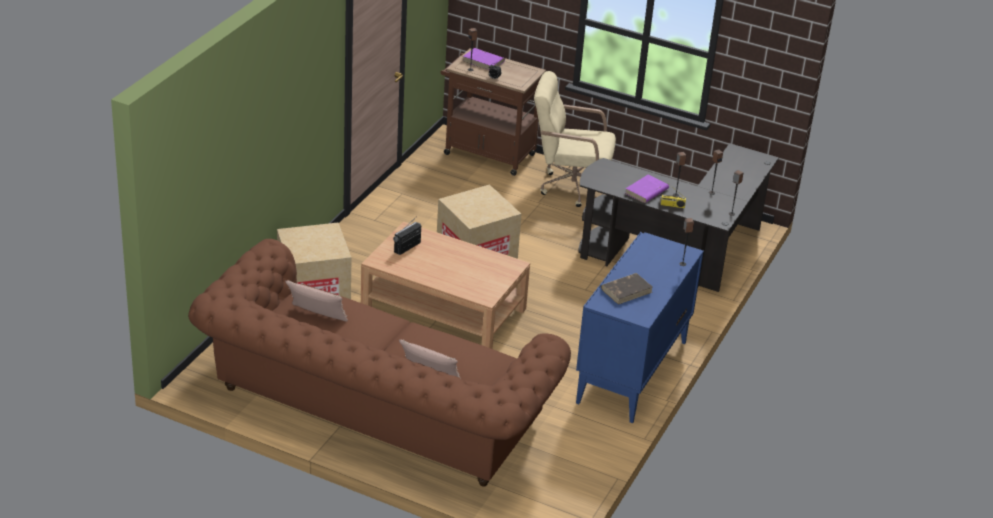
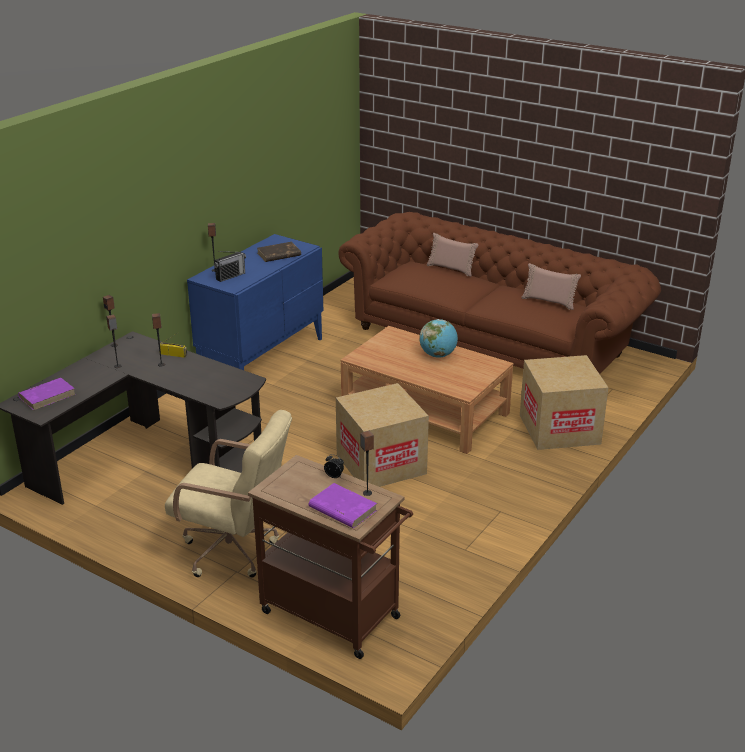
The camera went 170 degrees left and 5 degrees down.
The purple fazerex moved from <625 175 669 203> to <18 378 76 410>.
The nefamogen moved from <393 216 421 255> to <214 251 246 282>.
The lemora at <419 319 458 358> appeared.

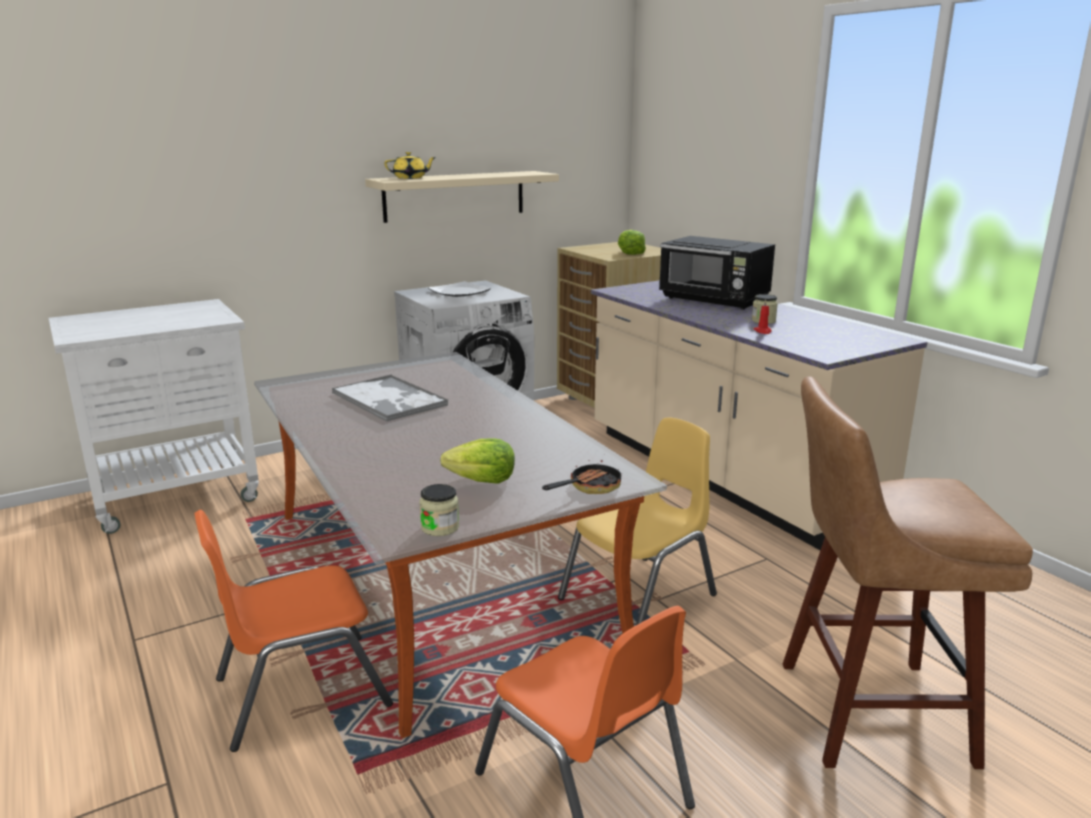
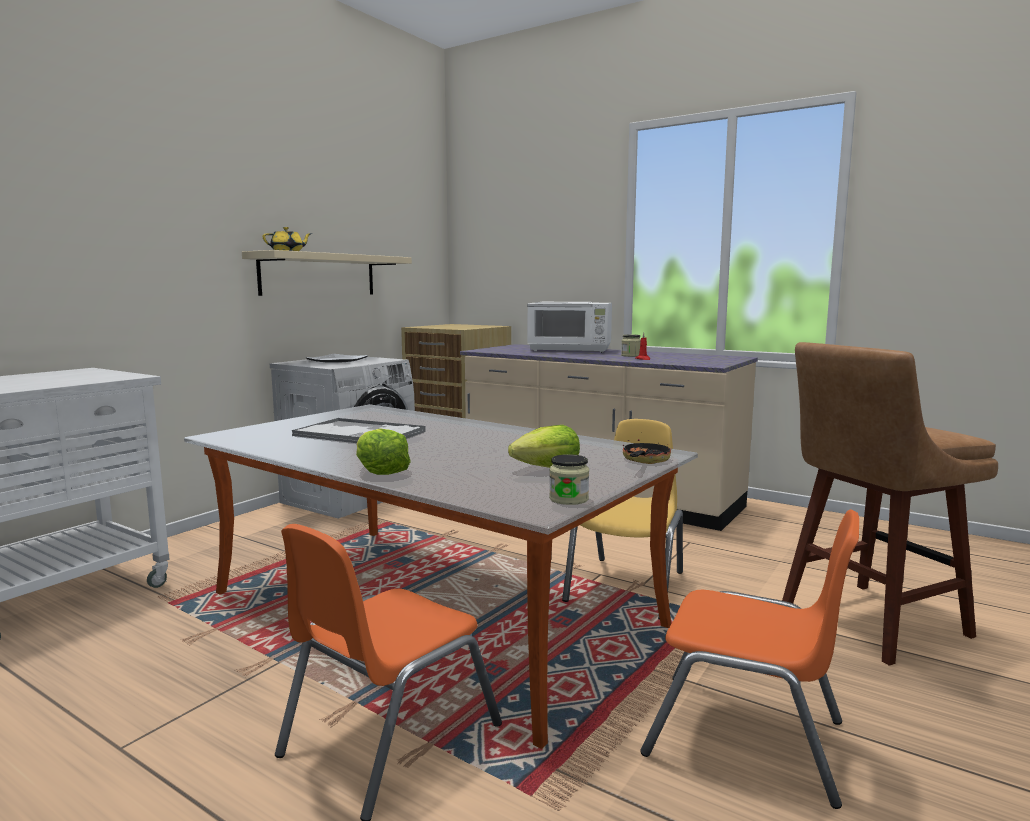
The camera went 25 degrees left and 10 degrees down.
The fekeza moved from <618 230 646 255> to <356 429 411 475>.
The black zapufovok at <659 236 775 310> became the white zapufovok at <527 302 612 353>.

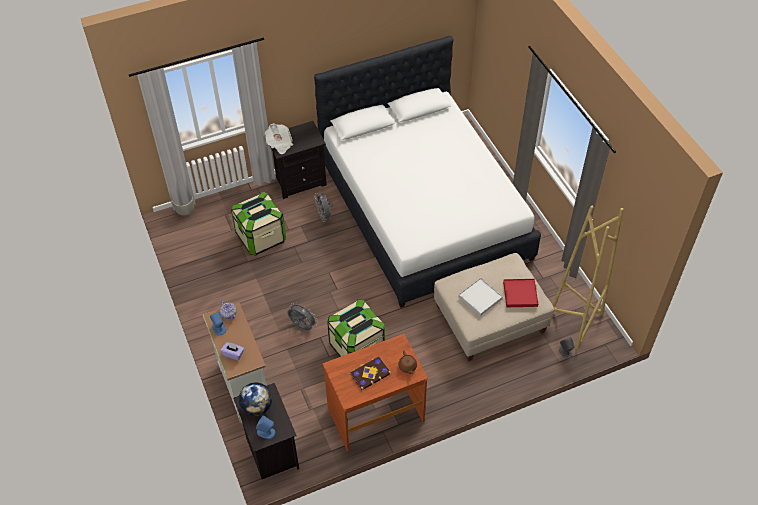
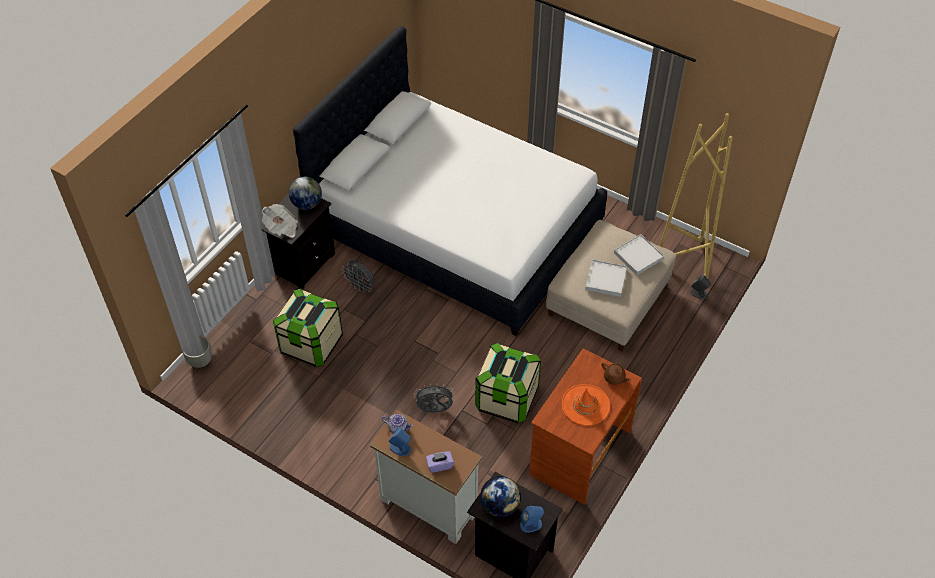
The camera went 35 degrees left and 0 degrees up.
The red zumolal at <503 279 538 307> became the white zumolal at <614 234 664 275>.
The fazerex at <350 357 391 391> was replaced by the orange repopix at <562 384 610 425>.
The lemora at <289 177 322 210> appeared.

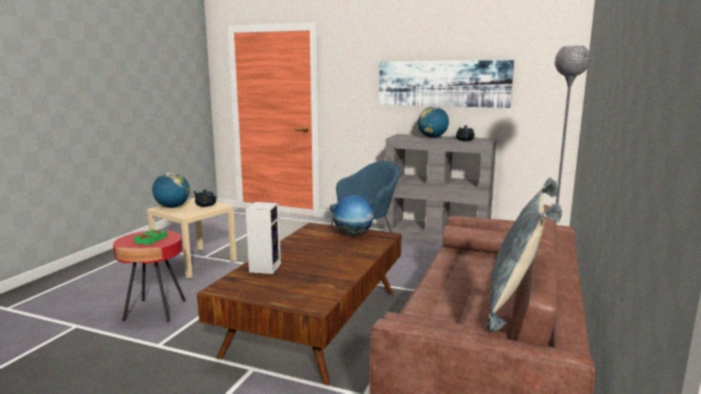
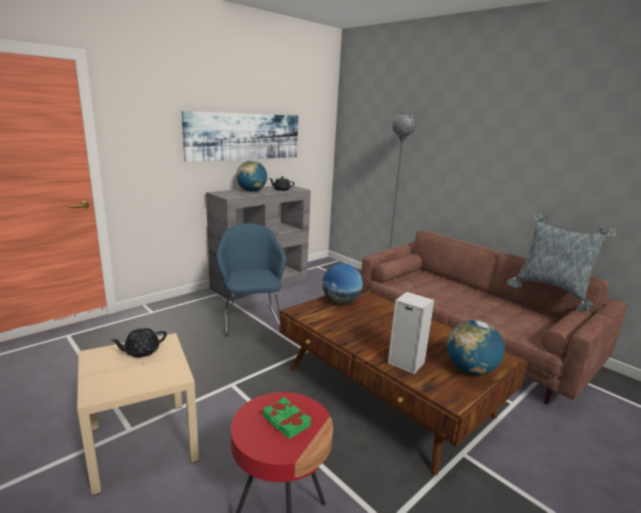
The camera went 65 degrees left and 5 degrees up.
The lemora moved from <152 172 190 208> to <447 320 505 375>.

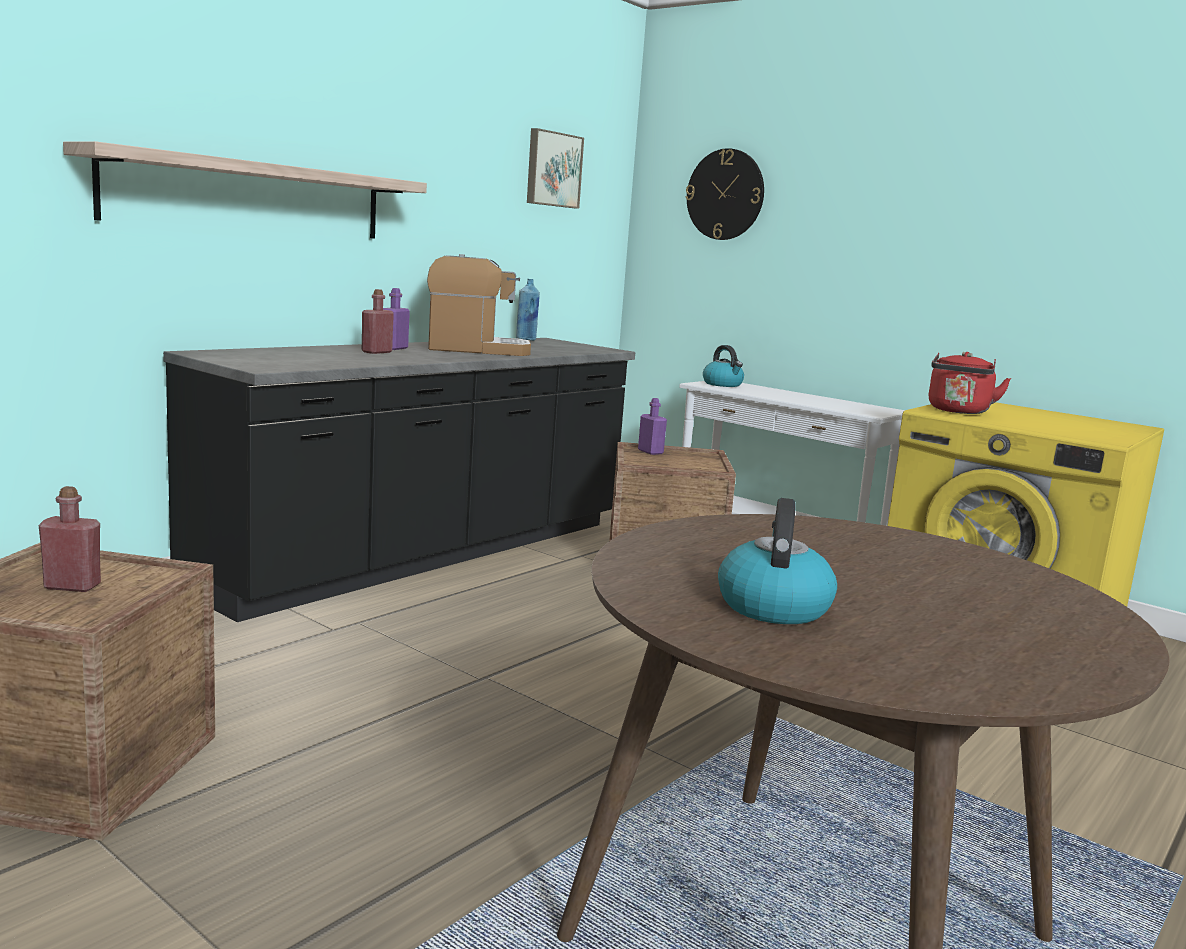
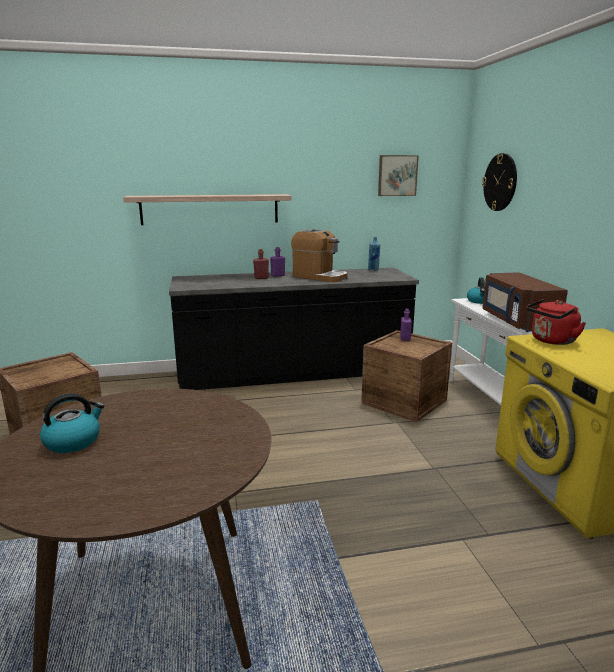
The camera went 40 degrees right and 5 degrees up.
The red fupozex at <39 486 101 592> disappeared.
The brown zapufovok at <483 272 568 332> appeared.

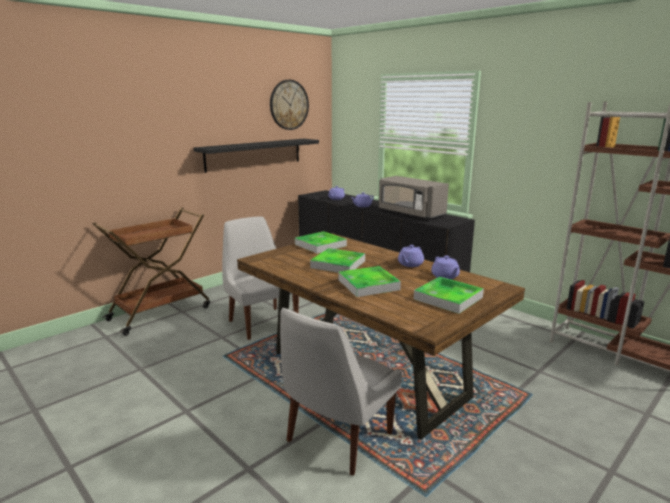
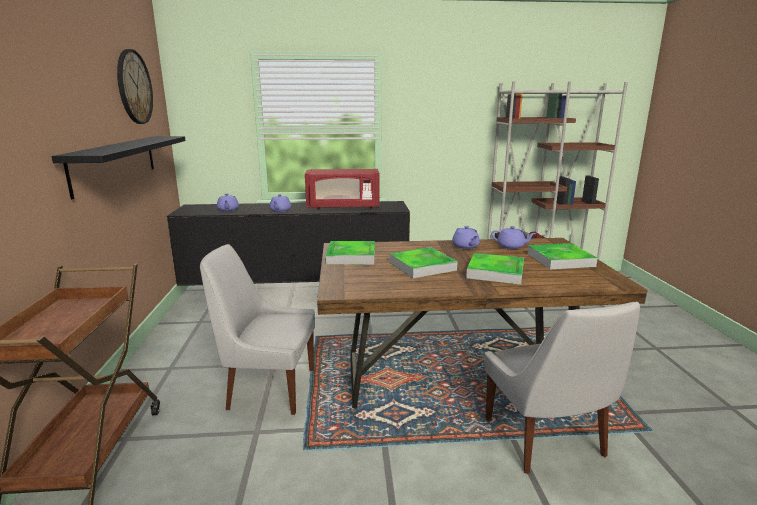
The camera went 50 degrees left and 0 degrees up.
The grey zapufovok at <379 176 449 219> became the red zapufovok at <305 169 380 209>.

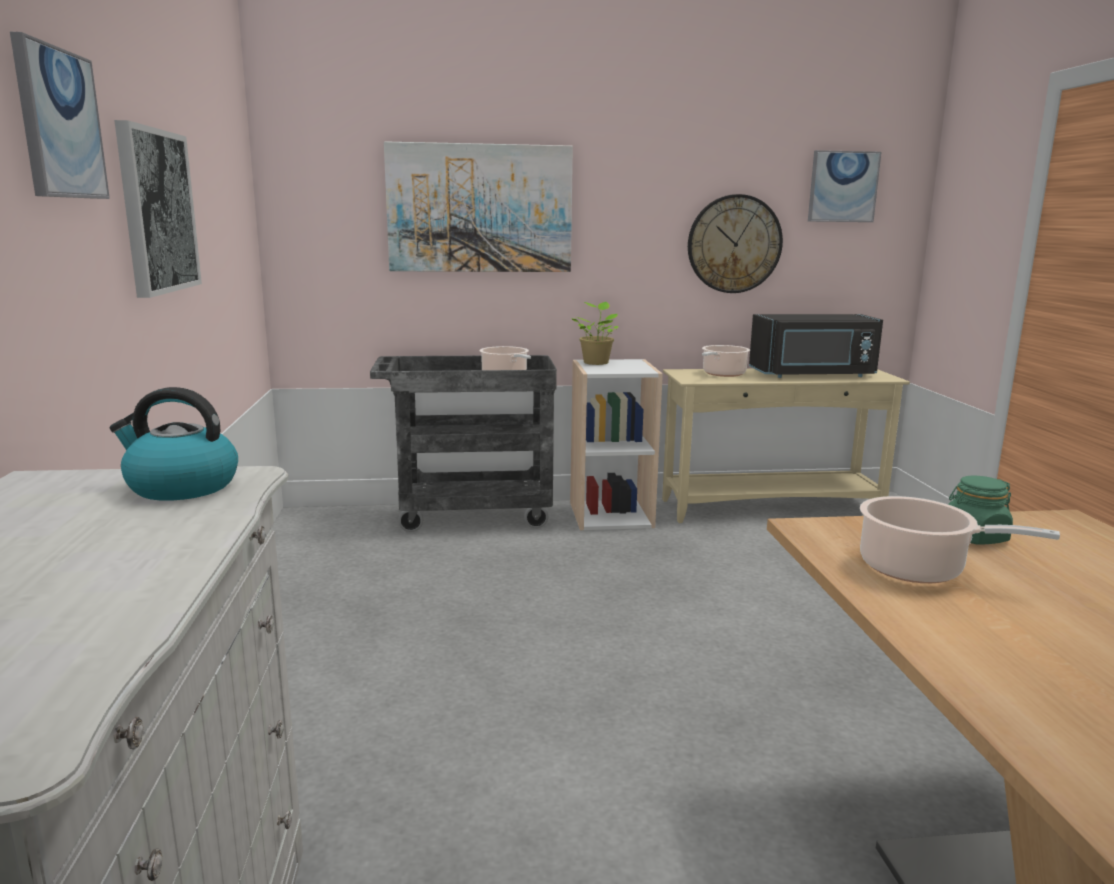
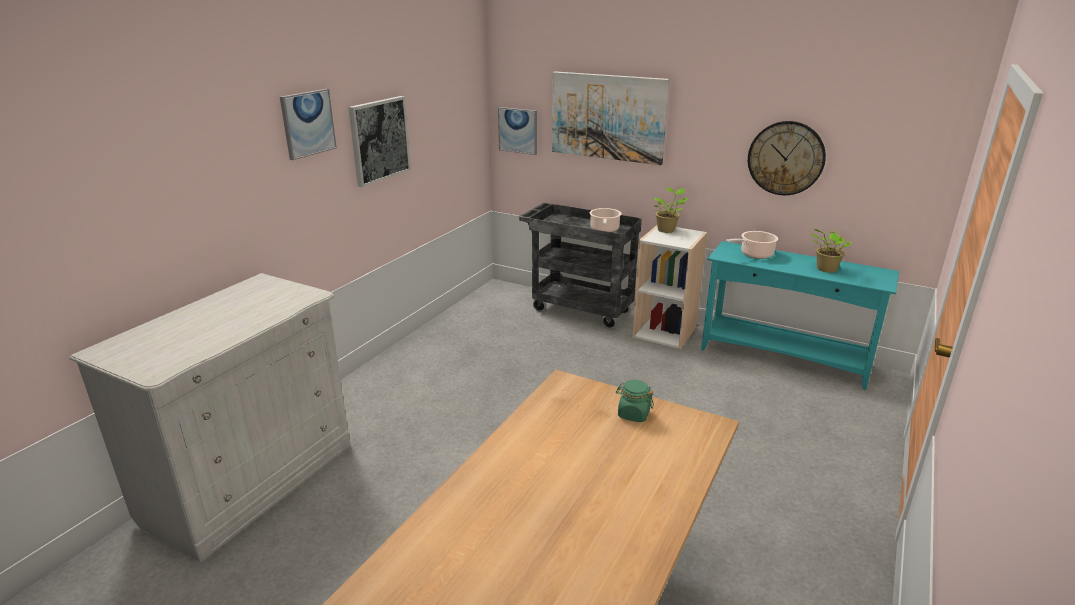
The camera went 35 degrees right and 10 degrees up.
The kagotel moved from <808 150 881 222> to <498 107 537 155>.
The black zapufovok at <749 314 883 378> was replaced by the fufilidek at <810 229 853 273>.
The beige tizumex at <662 369 910 523> became the turquoise tizumex at <701 241 899 390>.
The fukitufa at <110 387 238 501> disappeared.
The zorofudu at <860 496 1060 583> disappeared.

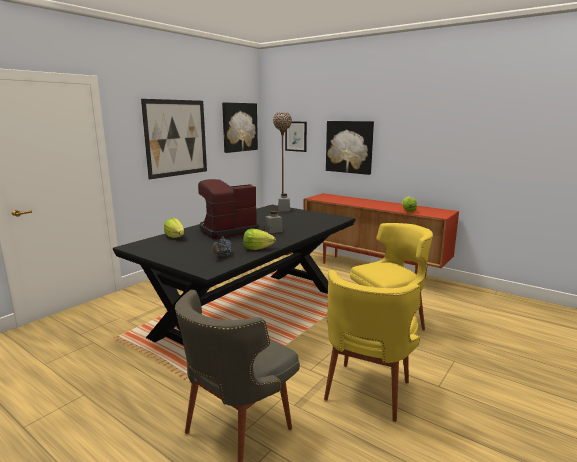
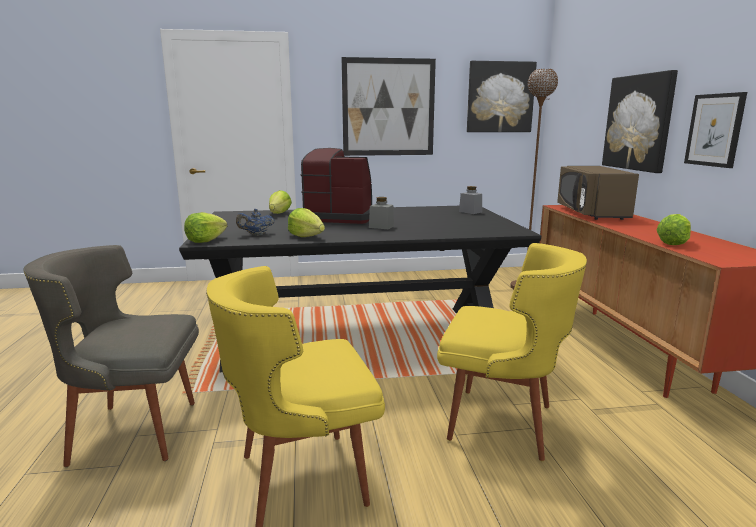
The camera went 45 degrees right and 0 degrees up.
The kagotel moved from <285 121 307 152> to <684 92 747 168>.
The brown zapufovok at <557 166 639 220> appeared.
The fekeza at <184 212 227 243> appeared.

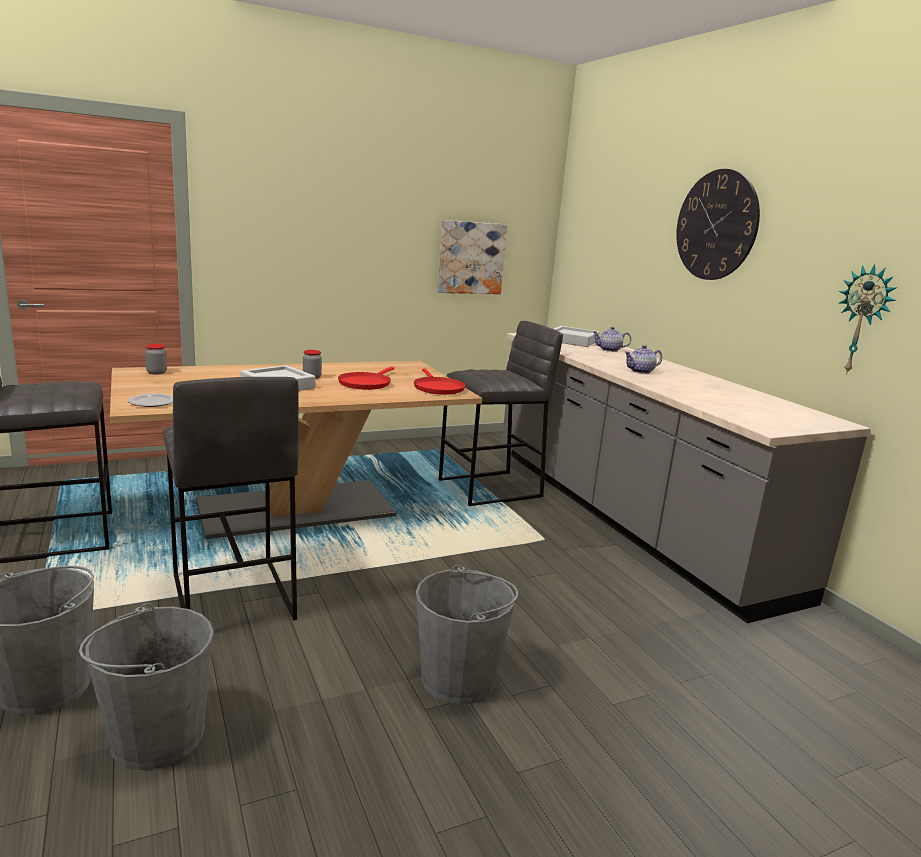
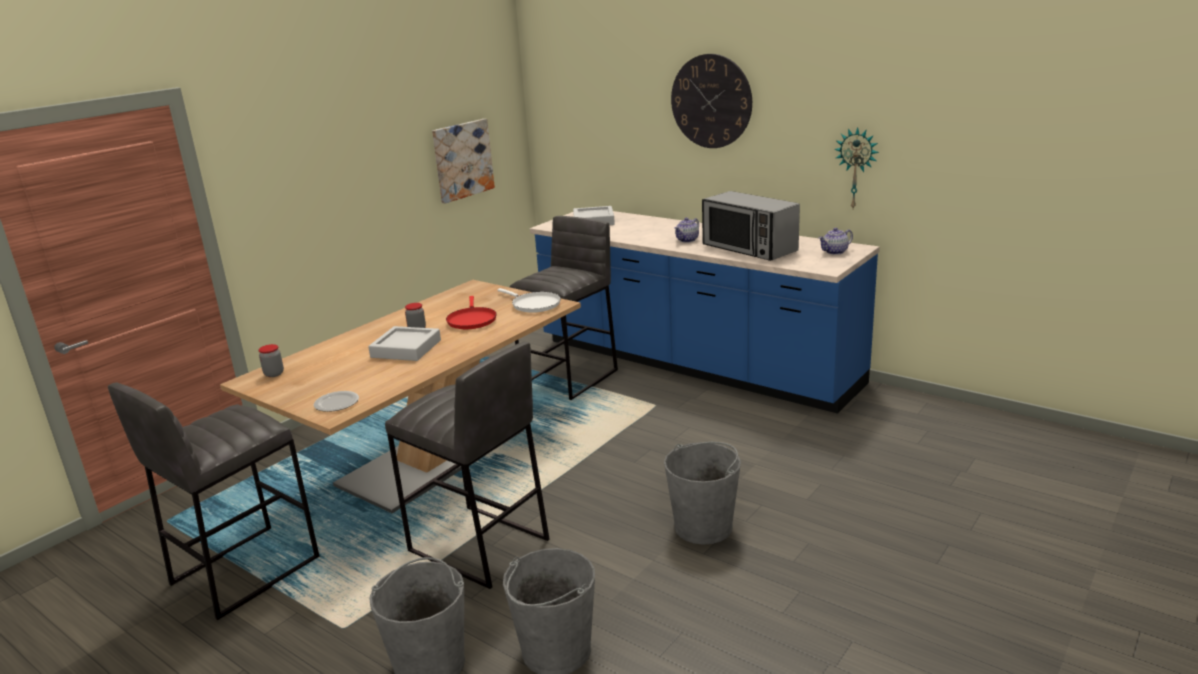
The camera went 25 degrees left and 5 degrees up.
The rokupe moved from <592 327 631 352> to <818 228 853 255>.
The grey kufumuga at <502 333 871 623> became the blue kufumuga at <530 207 880 414>.
The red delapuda at <414 369 466 395> became the white delapuda at <498 288 561 313>.
The zapufovok at <702 191 800 261> appeared.

